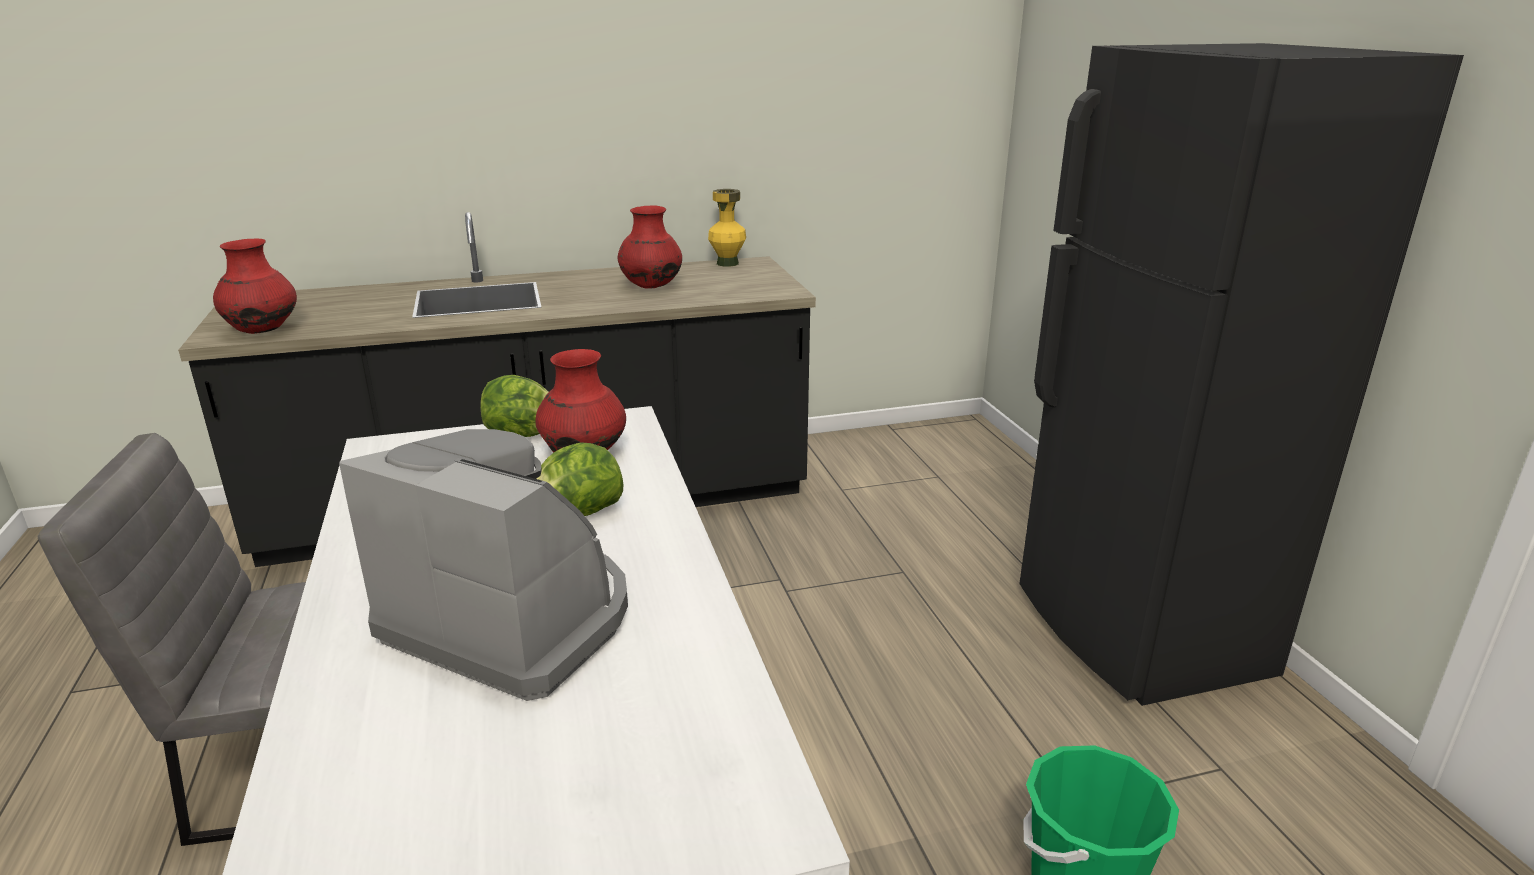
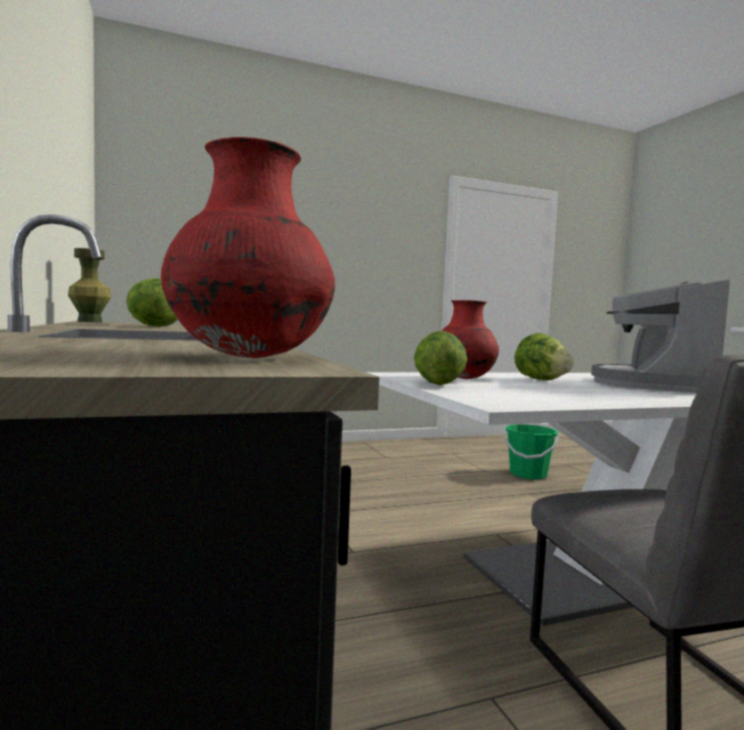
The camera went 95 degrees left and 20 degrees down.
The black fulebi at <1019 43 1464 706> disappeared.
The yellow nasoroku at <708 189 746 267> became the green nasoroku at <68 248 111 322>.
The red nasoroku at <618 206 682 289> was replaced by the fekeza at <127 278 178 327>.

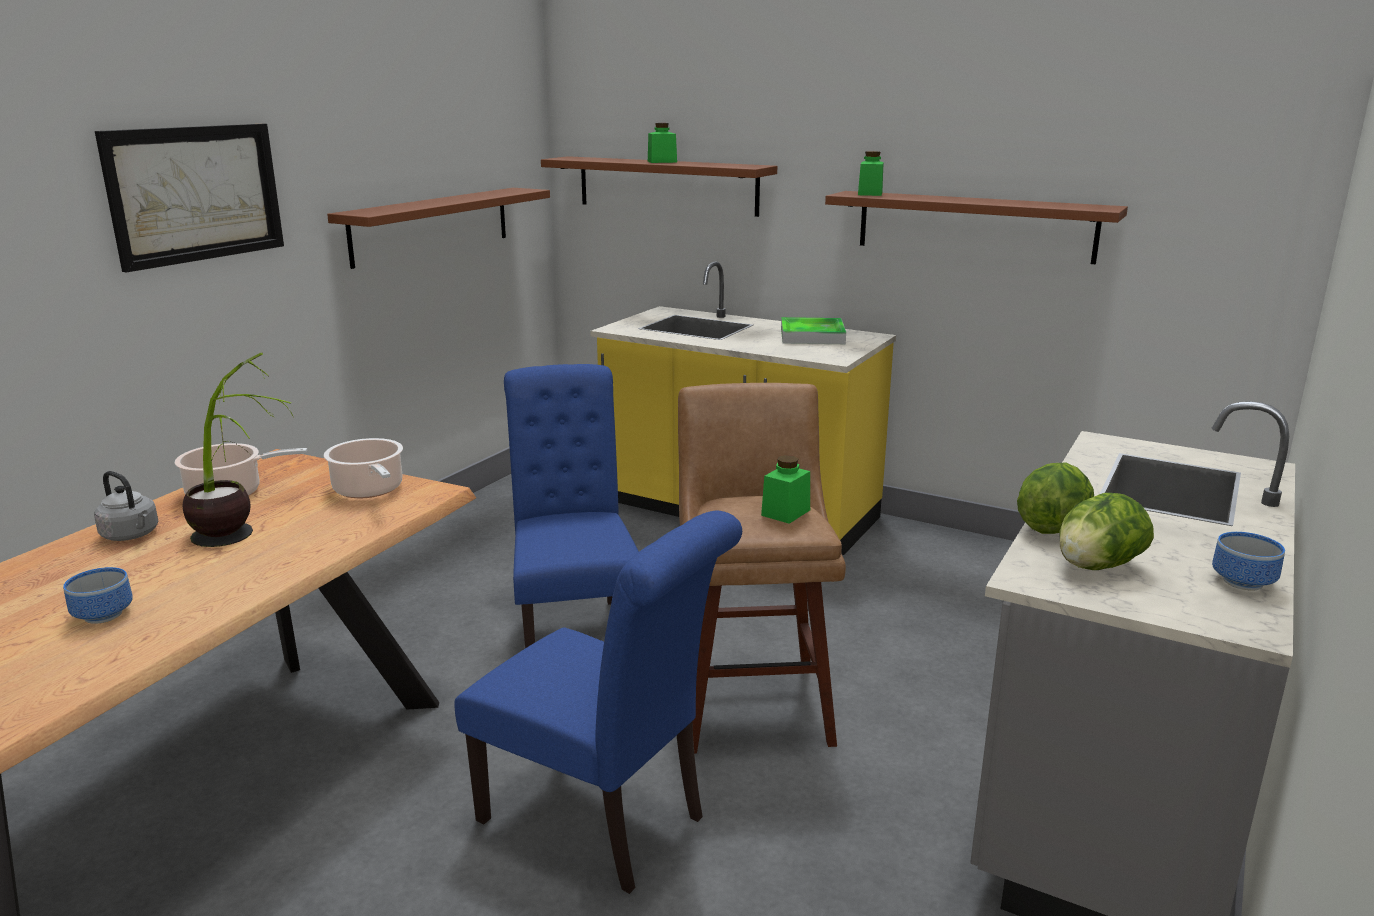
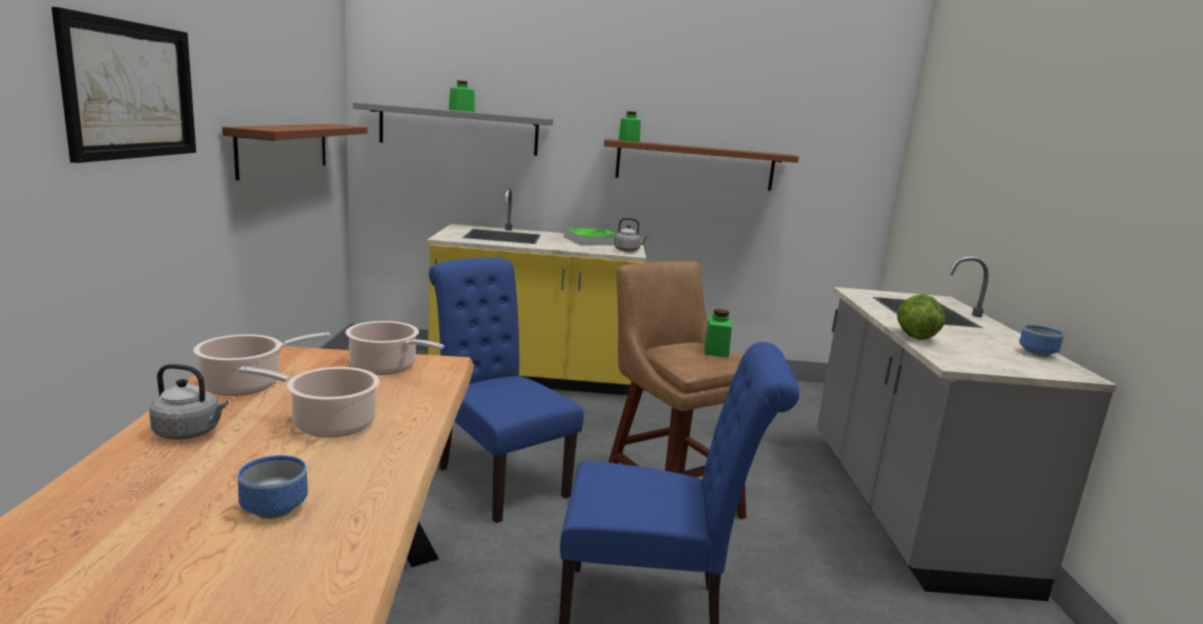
The camera went 30 degrees left and 5 degrees down.
The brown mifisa at <541 156 777 217> became the grey mifisa at <353 102 553 156>.
The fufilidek at <183 353 294 547> was replaced by the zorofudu at <238 366 380 438>.
The fekeza at <1059 492 1154 570> disappeared.
The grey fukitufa at <614 218 649 252> appeared.

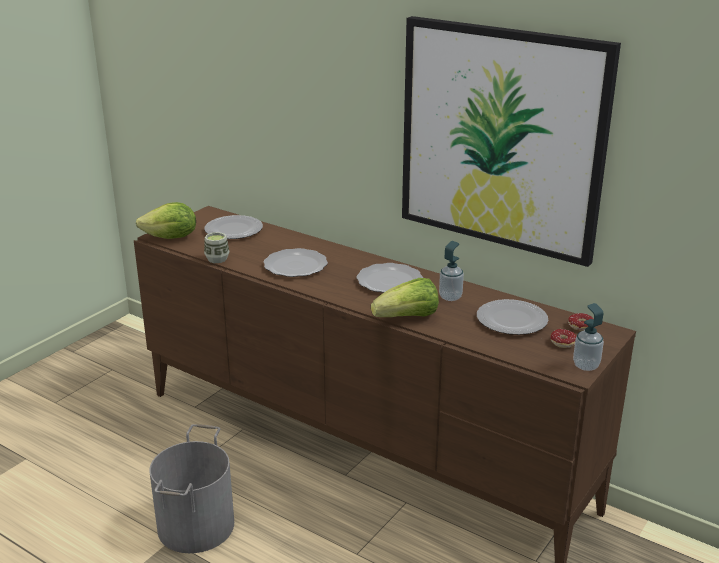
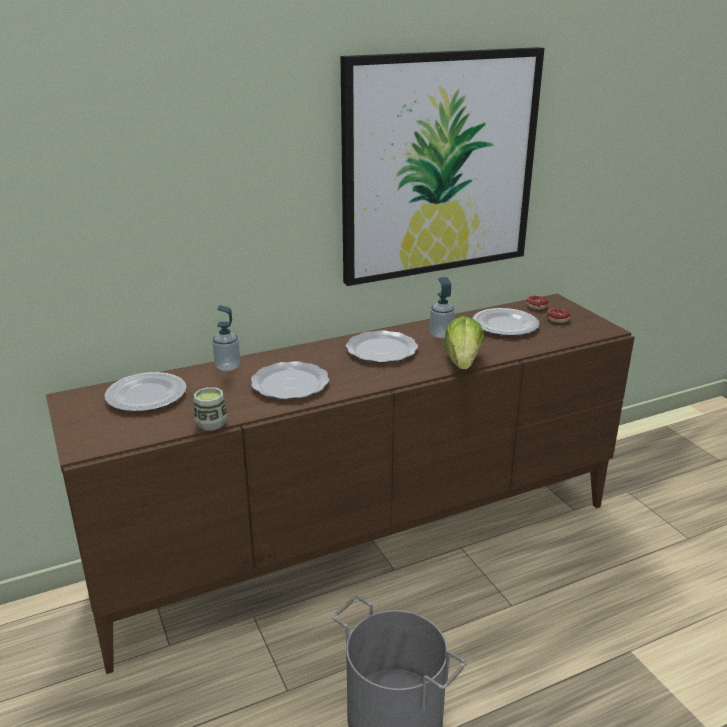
The camera went 60 degrees left and 0 degrees up.
The fekeza at <136 202 196 239> disappeared.
The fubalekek moved from <573 303 604 371> to <212 305 240 371>.

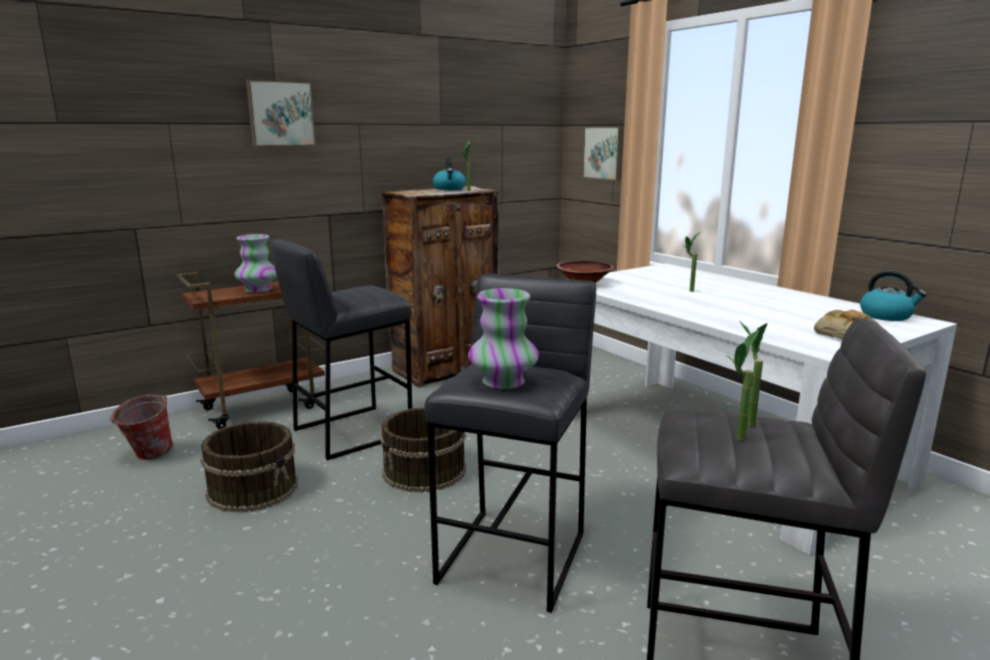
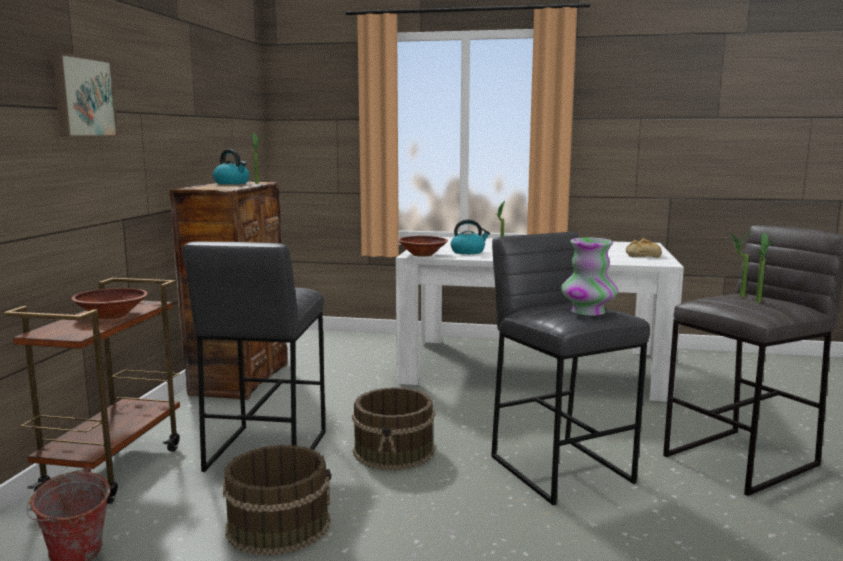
The camera went 45 degrees left and 5 degrees down.
The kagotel at <582 126 624 181> disappeared.
The nasoroku at <234 234 277 293> was replaced by the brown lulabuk at <72 288 147 319>.
The fukitufa moved from <860 271 927 321> to <451 219 490 254>.

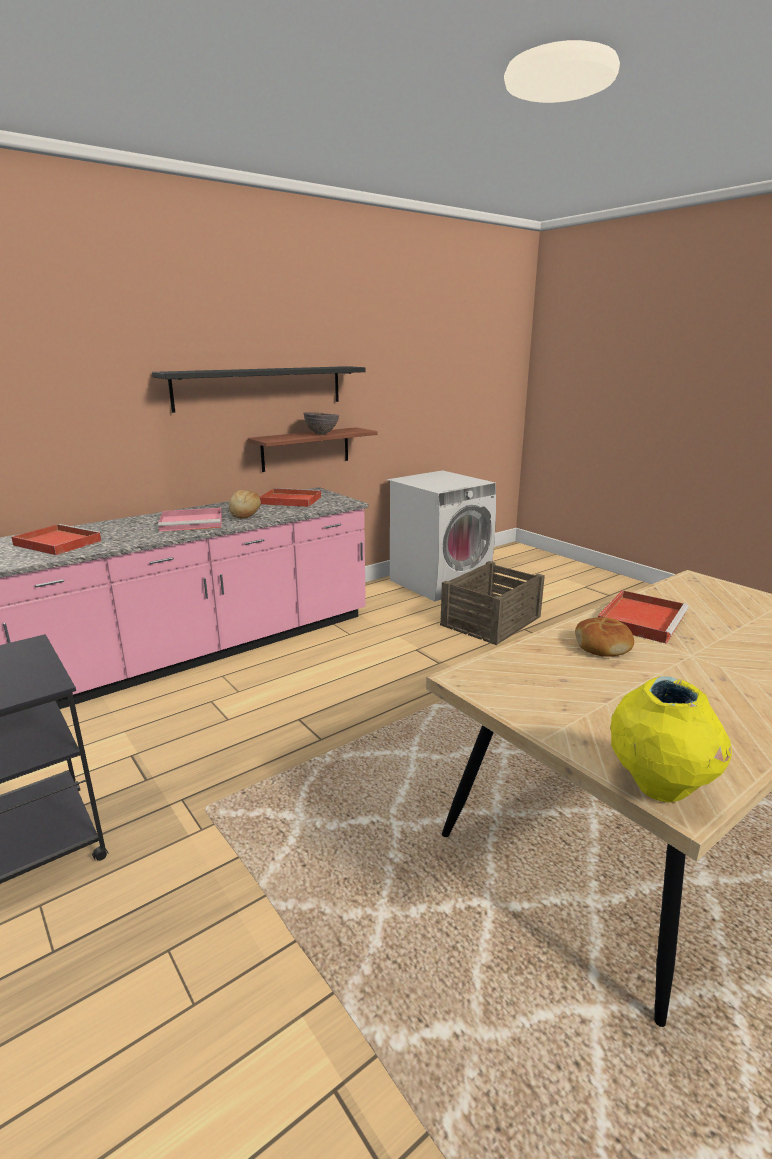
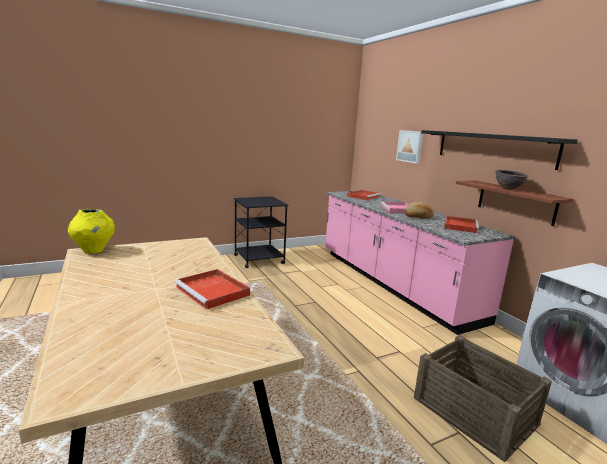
The camera went 100 degrees right and 5 degrees down.
The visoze at <575 617 634 657> disappeared.
The kagotel at <396 130 423 164> appeared.

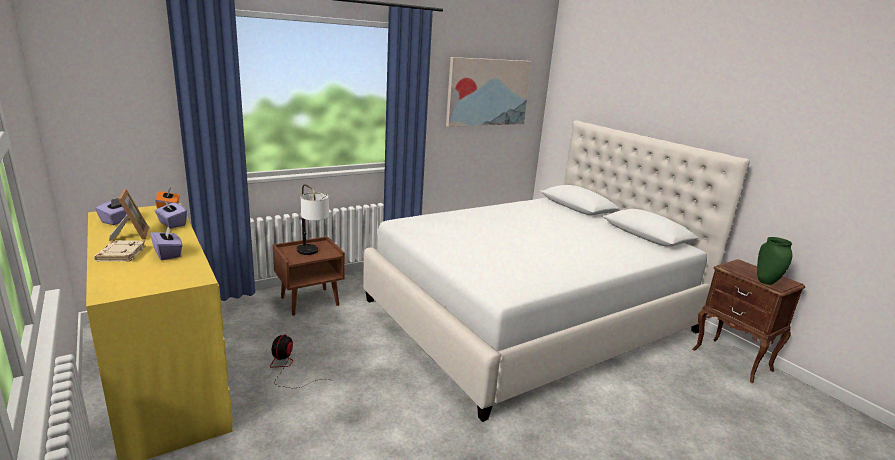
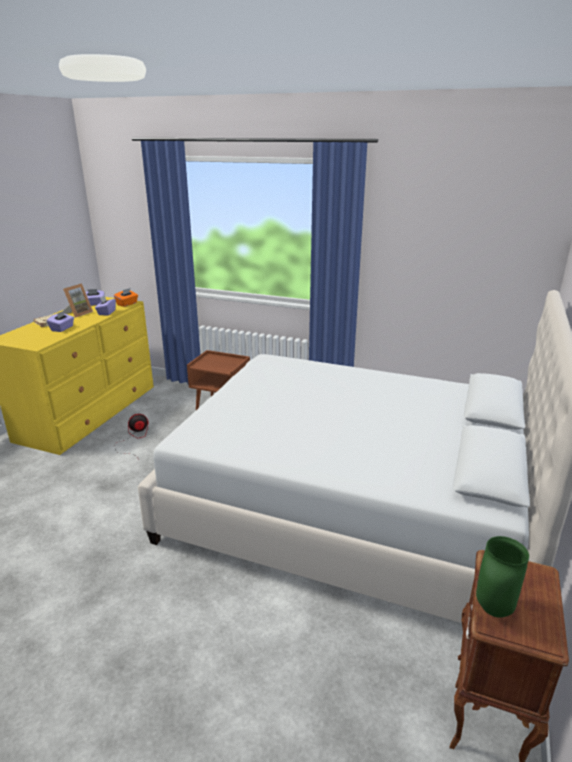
The camera went 55 degrees right and 5 degrees up.
The kagotel at <446 57 532 127> disappeared.
The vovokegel at <297 184 329 255> disappeared.

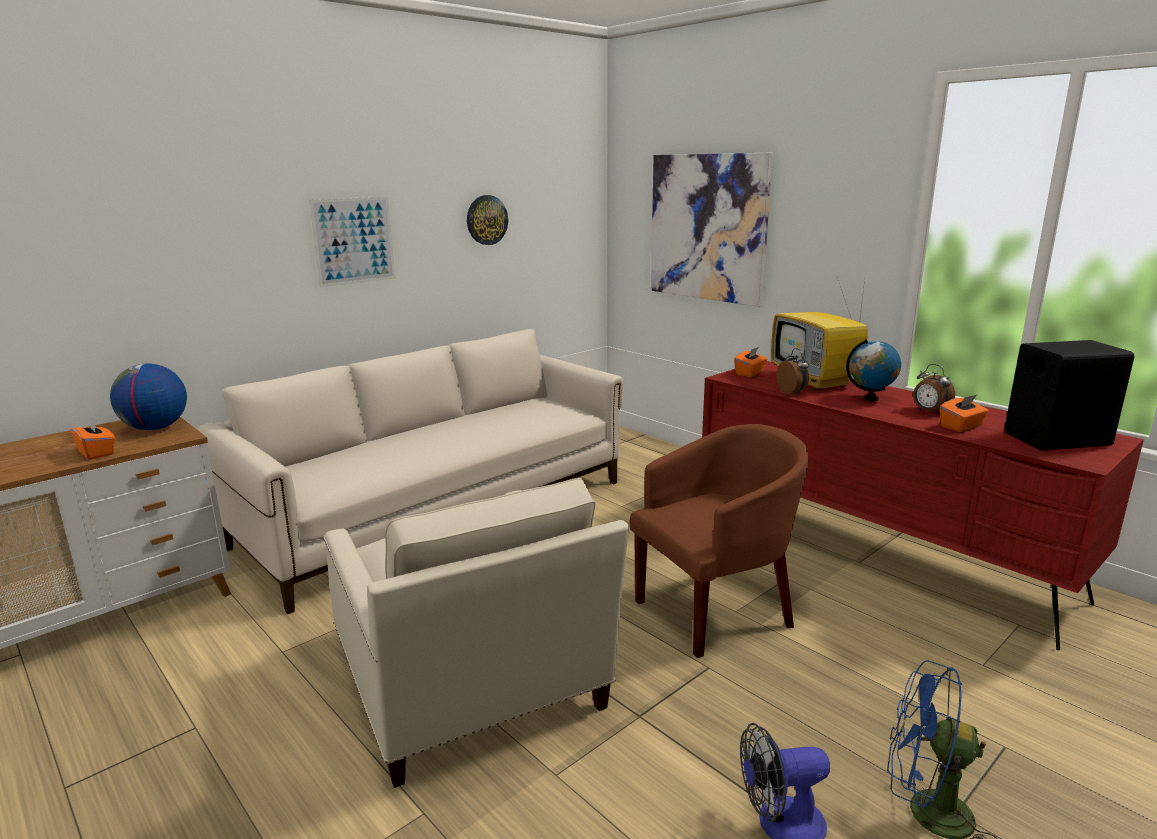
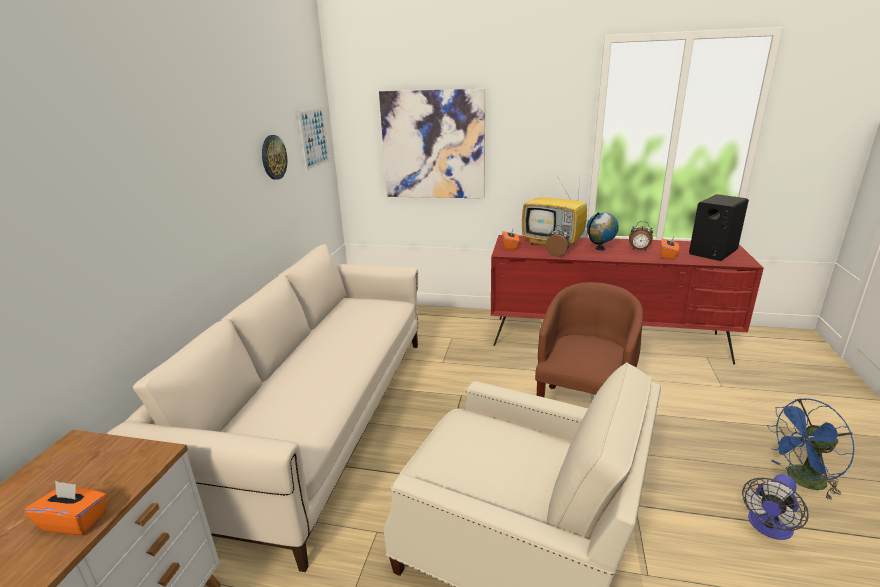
The camera went 35 degrees left and 5 degrees up.
The kagotel moved from <309 197 395 287> to <298 107 330 172>.
The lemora at <110 364 187 430> disappeared.

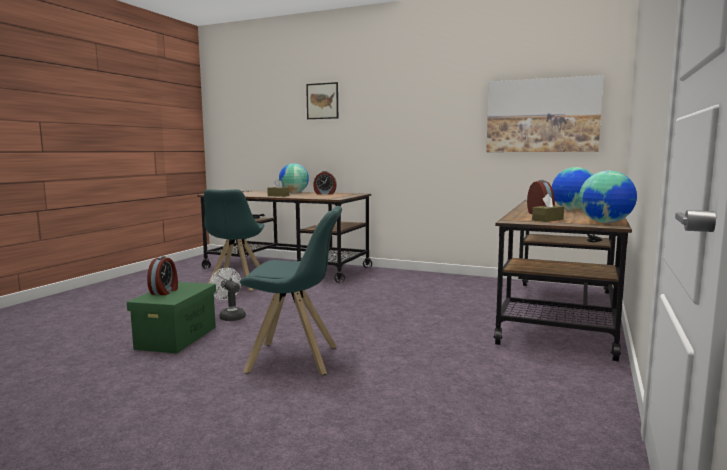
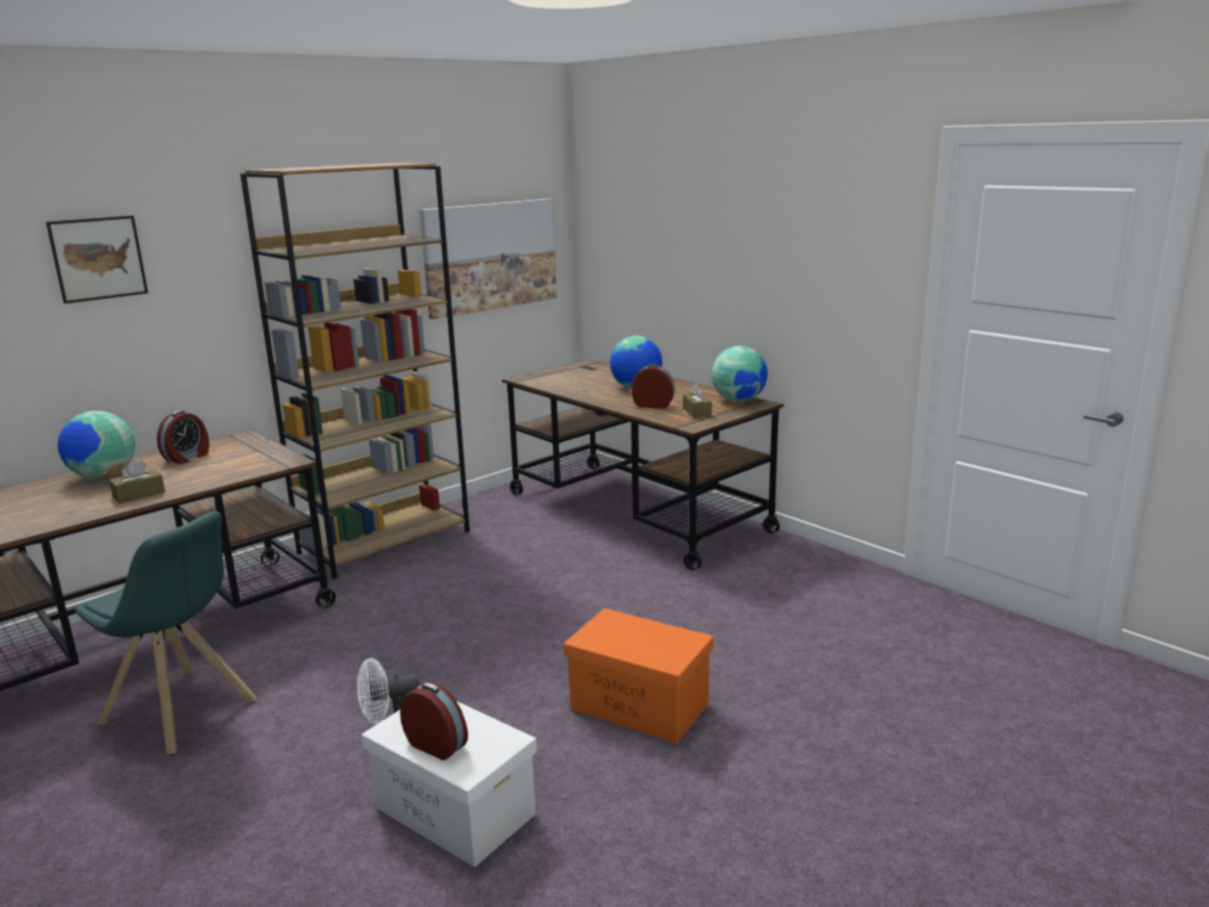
The camera went 65 degrees left and 10 degrees up.
The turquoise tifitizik at <240 206 342 375> was replaced by the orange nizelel at <563 608 714 744>.
The green nizelel at <127 282 216 353> became the white nizelel at <362 701 537 867>.
The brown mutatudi at <240 163 470 579> appeared.

